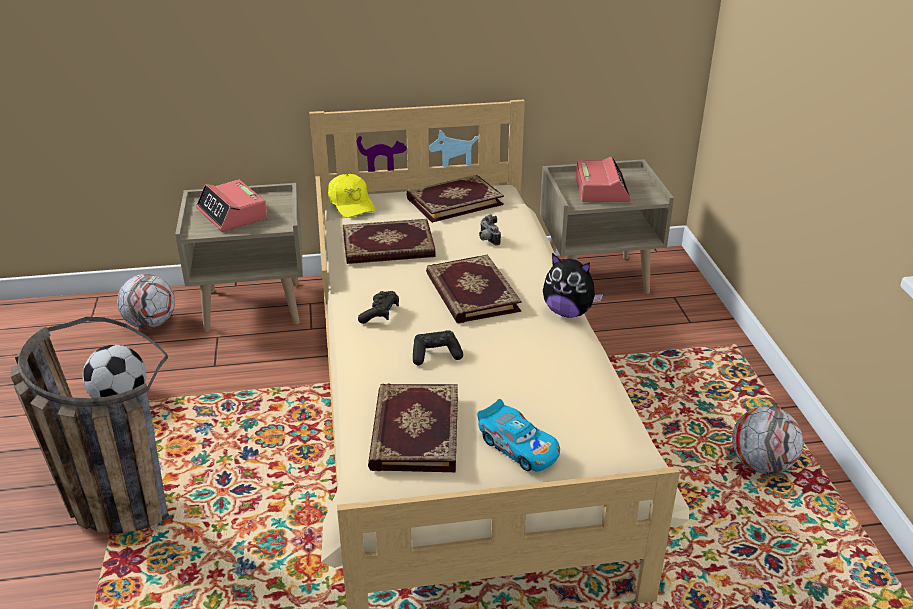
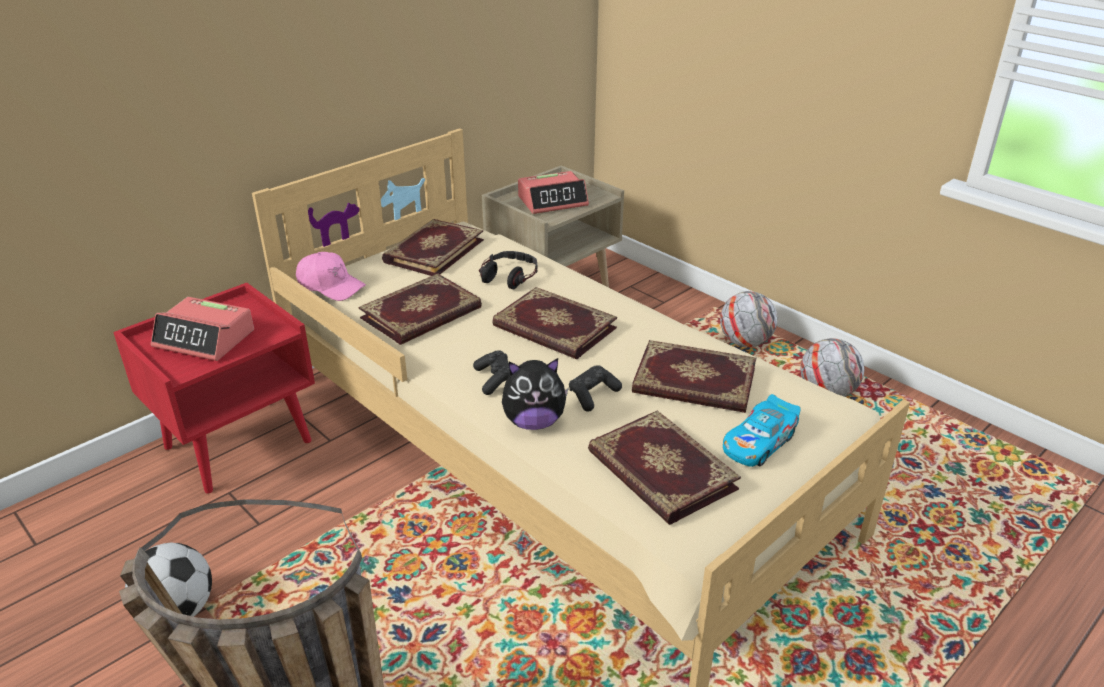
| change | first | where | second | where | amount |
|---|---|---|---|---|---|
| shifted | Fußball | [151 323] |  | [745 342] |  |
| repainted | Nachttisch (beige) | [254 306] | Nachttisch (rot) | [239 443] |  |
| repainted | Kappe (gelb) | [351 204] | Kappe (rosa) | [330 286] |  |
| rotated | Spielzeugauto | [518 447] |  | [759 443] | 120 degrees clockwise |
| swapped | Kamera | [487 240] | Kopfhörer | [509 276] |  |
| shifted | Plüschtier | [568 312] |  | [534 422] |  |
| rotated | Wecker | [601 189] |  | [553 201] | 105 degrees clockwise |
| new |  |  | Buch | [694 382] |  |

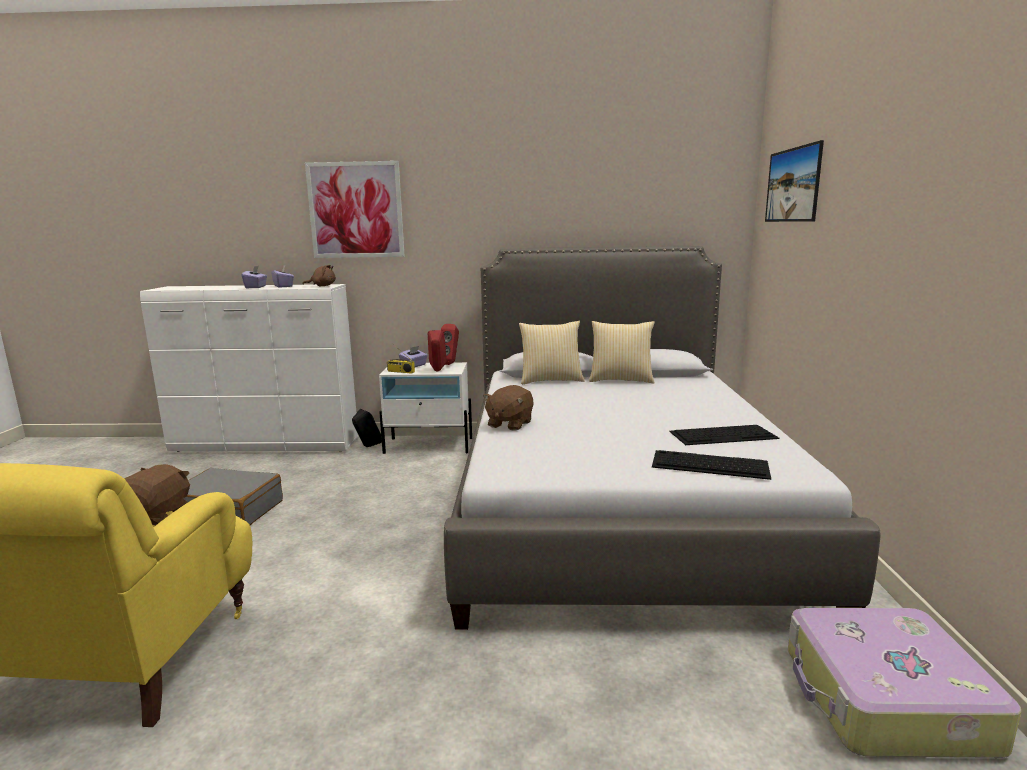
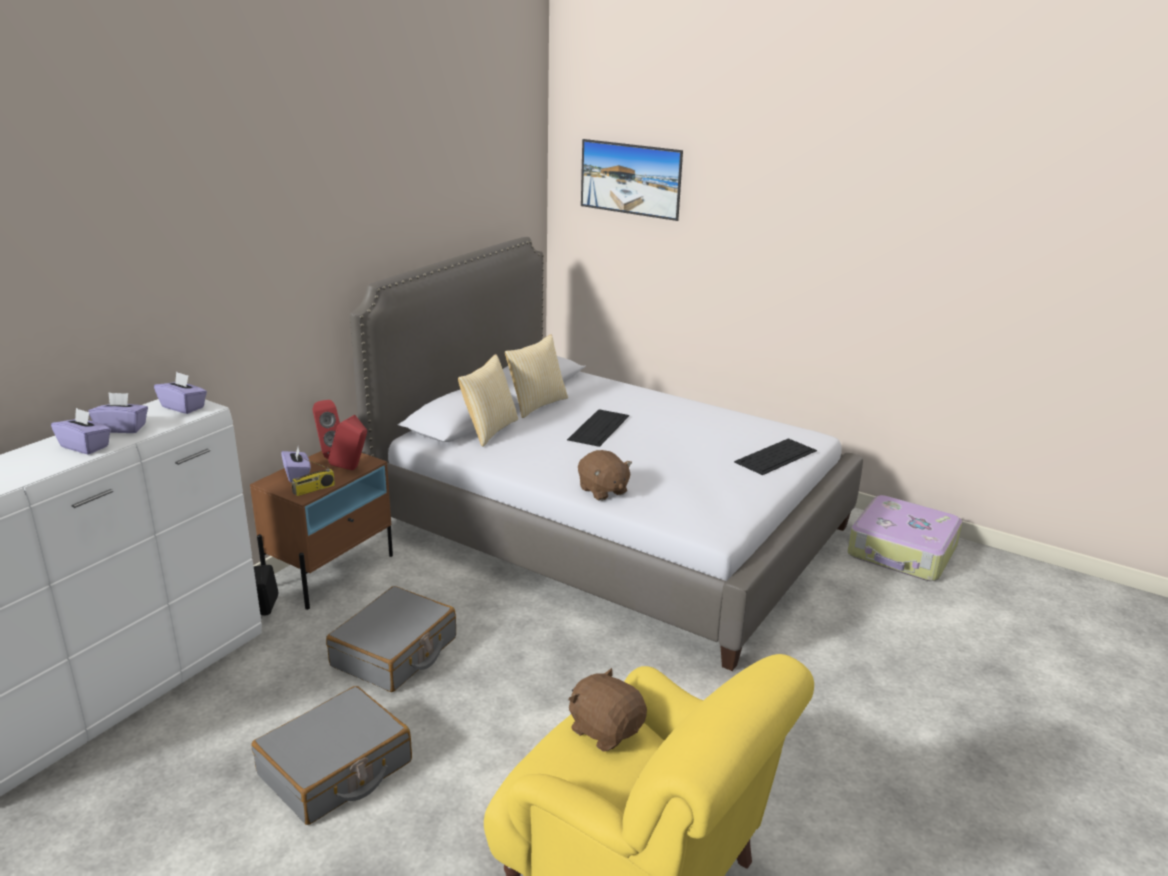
| change | first | where | second | where | amount |
|---|---|---|---|---|---|
| swapped | Plüschtier (braun) | [322 286] | Taschentuchbox (lila) | [183 407] |  |
| gone | Bild | [356 210] |  |  |  |
| repainted | Nachttisch (weiß) | [429 445] | Nachttisch (braun) | [331 571] |  |
| shifted | Tastatur | [723 435] |  | [599 427] |  |
| new |  |  | Koffer (grau) | [395 652] |  |

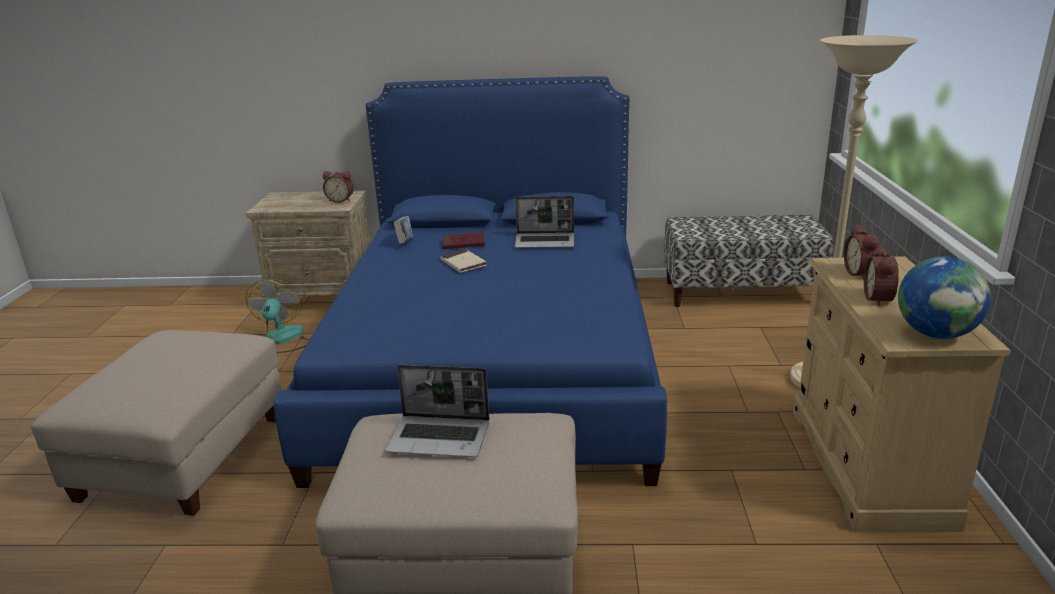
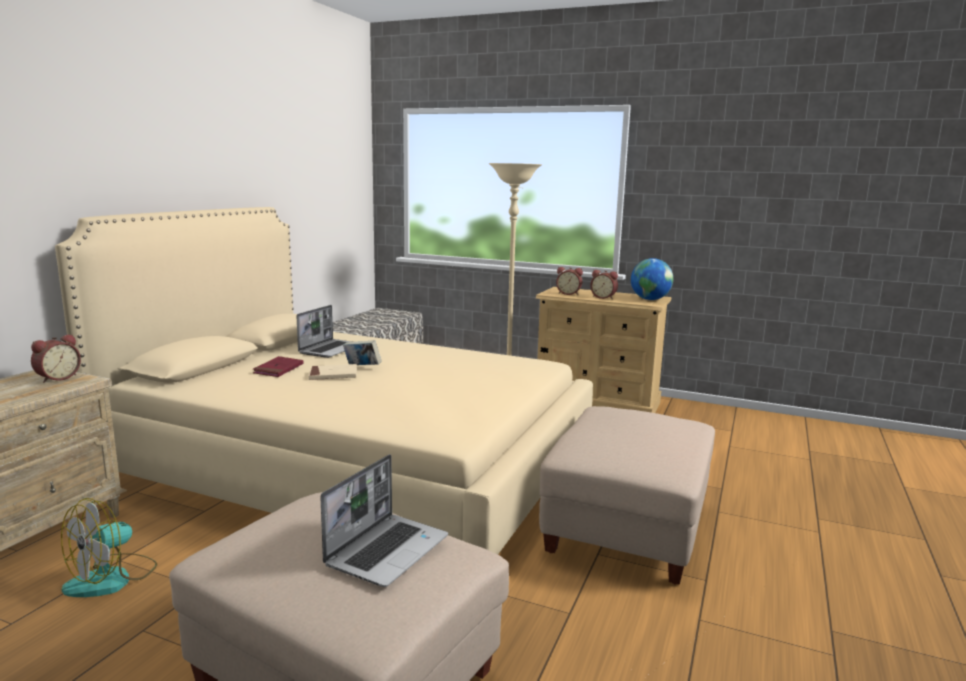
| change | first | where | second | where | amount |
|---|---|---|---|---|---|
| rotated | Ventilator | [282 340] |  | [112 578] | 75 degrees counterclockwise |
| repainted | Bett (blau) | [493 362] | Bett (beige) | [355 468] |  |
| shifted | Laptop | [440 438] |  | [387 550] |  |
| shifted | Buch | [405 242] |  | [362 367] |  |

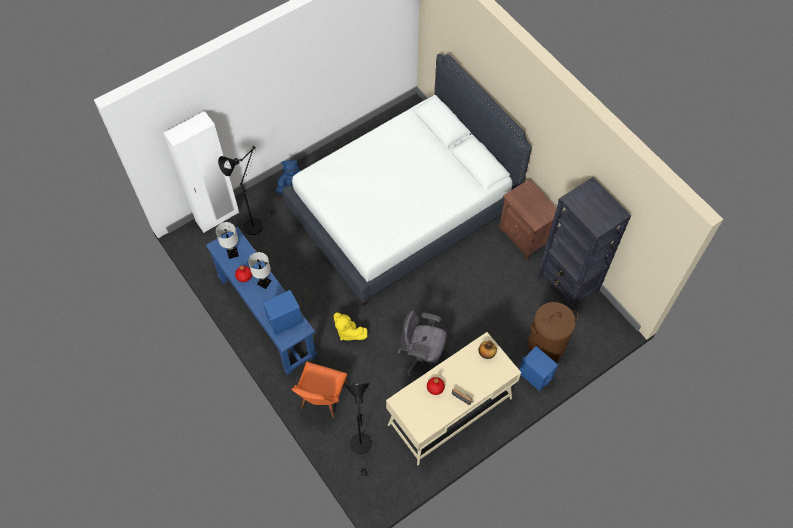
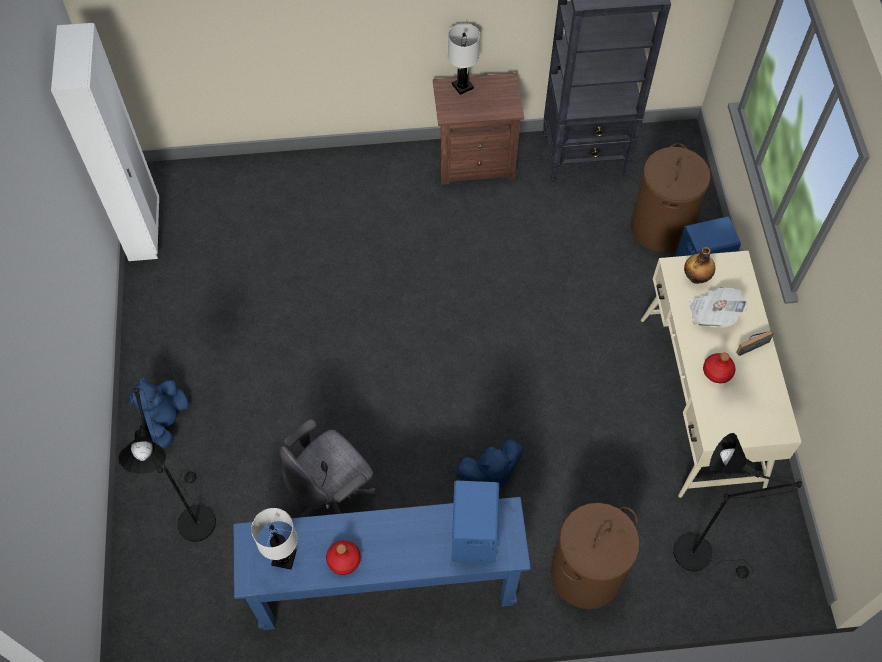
| change | first | where | second | where | amount |
|---|---|---|---|---|---|
| shifted | Kleiderschrank (weiß) | [217 217] |  | [145 230] |  |
| shifted | Tischlampe (weiß) | [264 283] |  | [462 86] |  |
| gone | Bett (weiß) | [403 209] |  |  |  |
| swapped | Stuhl (orange) | [321 400] | Wäschekorb (braun) | [586 574] |  |
| repainted | Plüschtier (gelb) | [348 332] | Plüschtier (blau) | [489 473] |  |
| shifted | Bürostuhl (grau) | [422 358] |  | [332 499] |  |
| new |  |  | Zeitung | [713 314] |  |

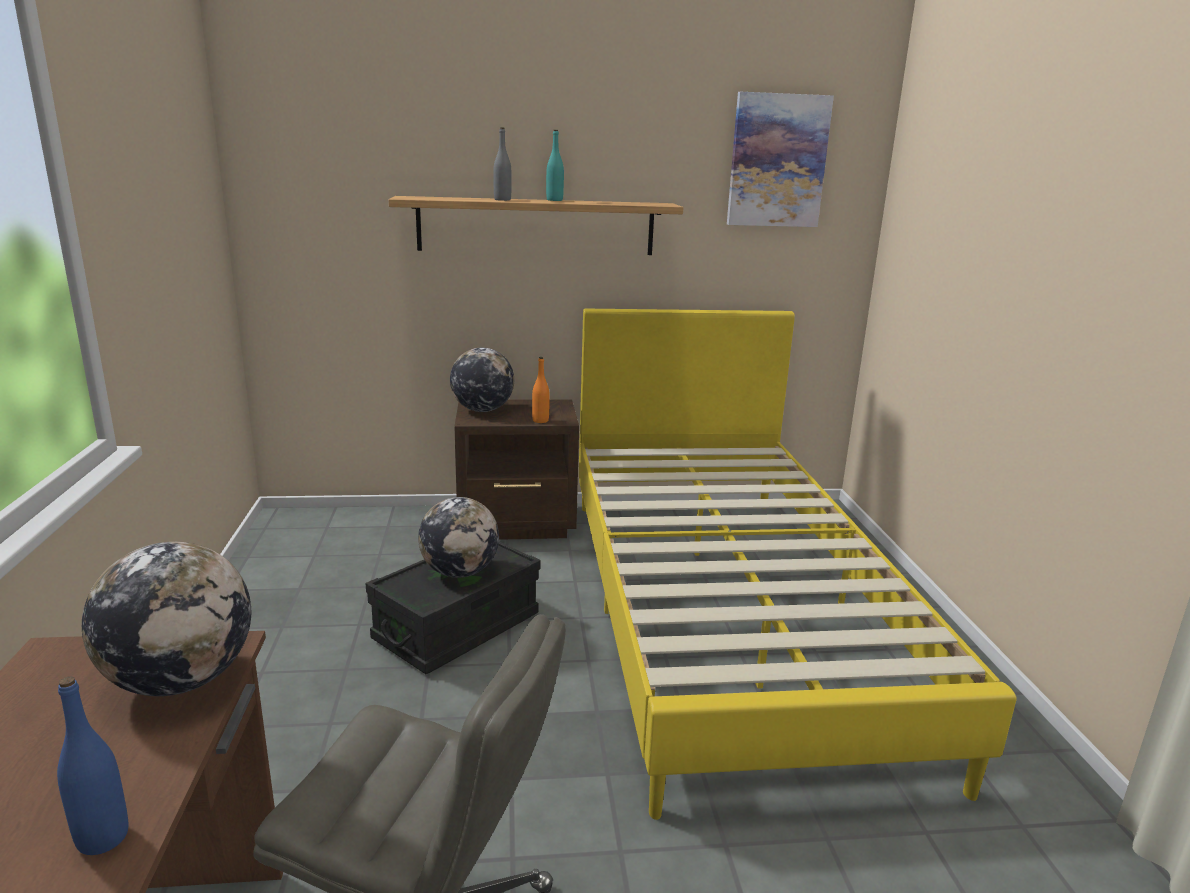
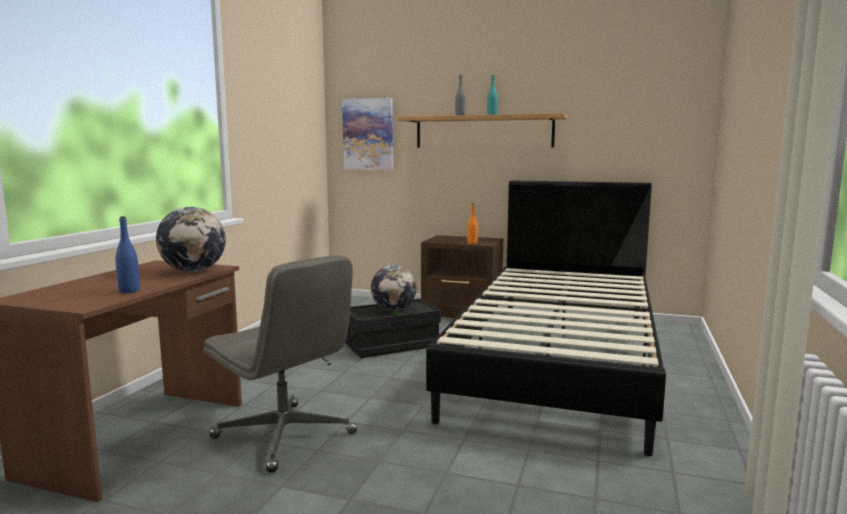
| change | first | where | second | where | amount |
|---|---|---|---|---|---|
| gone | Globus | [482 410] |  |  |  |
| repainted | Bett (gelb) | [725 612] | Bett (schwarz) | [558 360] |  |
| shifted | Bild | [777 161] |  | [368 134] |  |

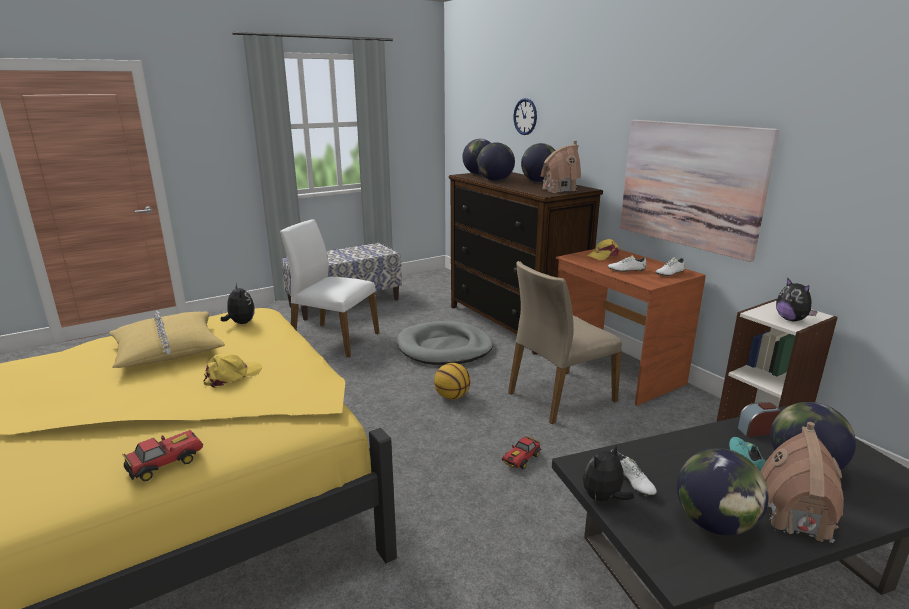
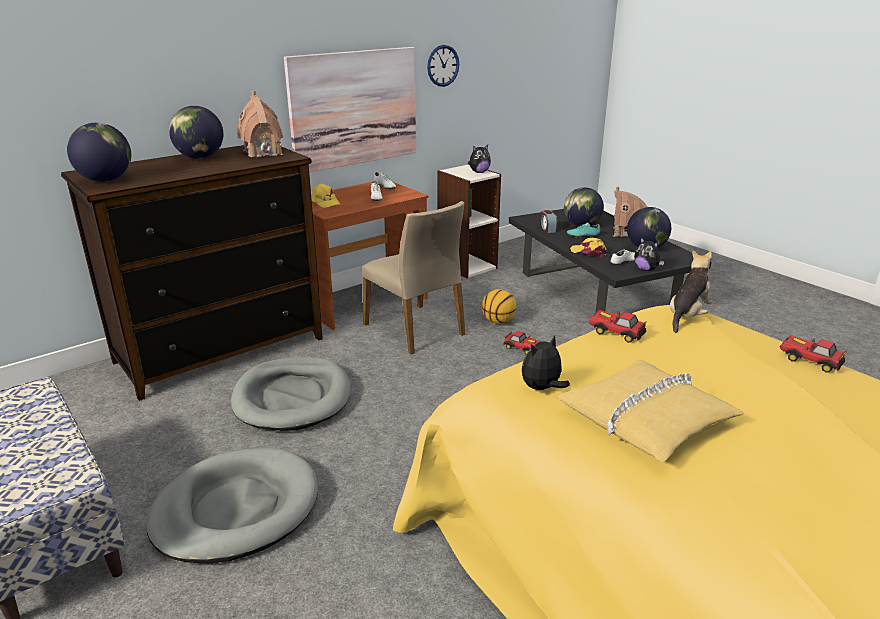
| change | first | where | second | where | amount |
|---|---|---|---|---|---|
| shifted | Kappe (gelb) | [231 376] |  | [589 252] |  |
| swapped | Stuhl (weiß) | [334 339] | Hundebett (grau) | [236 509] |  |
| shifted | Basketball | [452 396] |  | [498 321] |  |
| gone | Globus | [495 180] |  |  |  |
| shifted | Wanduhr | [525 116] |  | [443 65] |  |
| new |  |  | Spielzeugauto | [615 332] |  |
| new |  |  | Plüschtier | [687 316] |  |

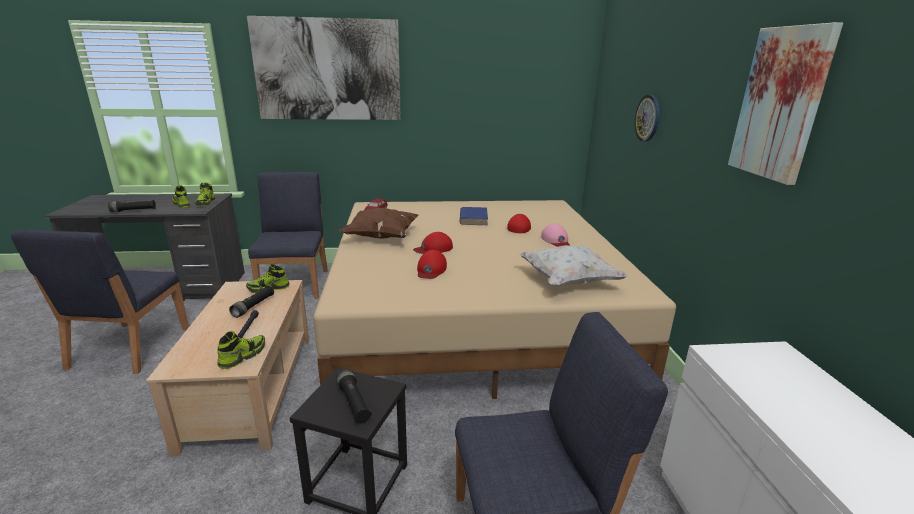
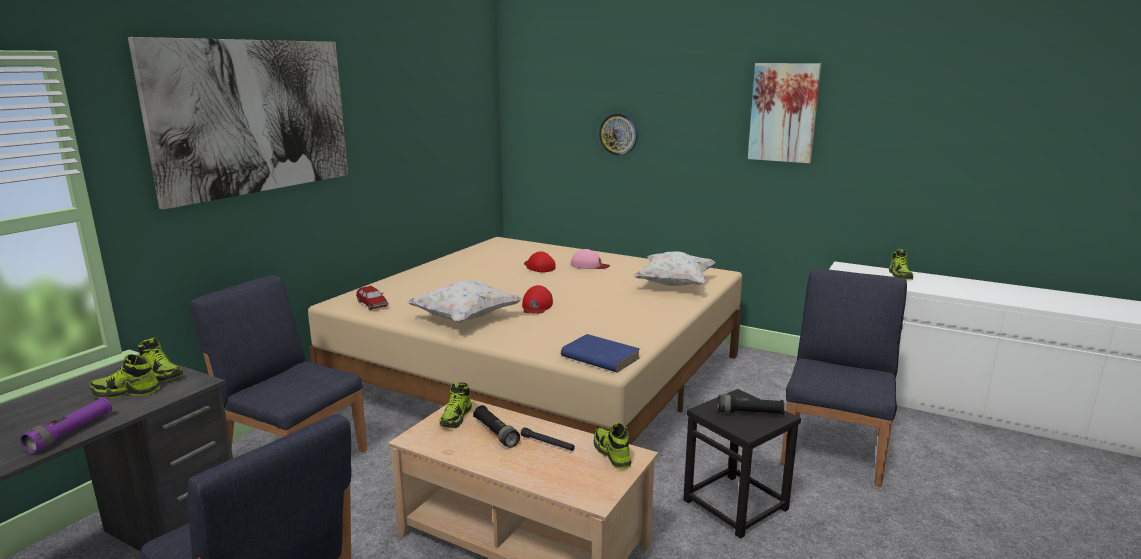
| change | first | where | second | where | amount |
|---|---|---|---|---|---|
| repainted | Taschenlampe (schwarz) | [133 210] | Taschenlampe (lila) | [71 433] |  |
| repainted | Kissen (braun) | [381 237] | Kissen (weiß) | [465 318] |  |
| gone | Kappe (rot) | [431 270] |  |  |  |
| shifted | Buch (blau) | [473 218] |  | [599 357] |  |
| new |  |  | Schuh | [900 275] |  |

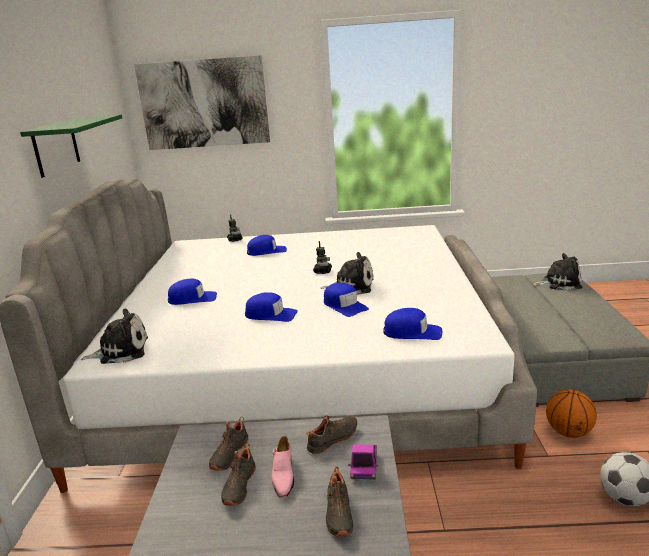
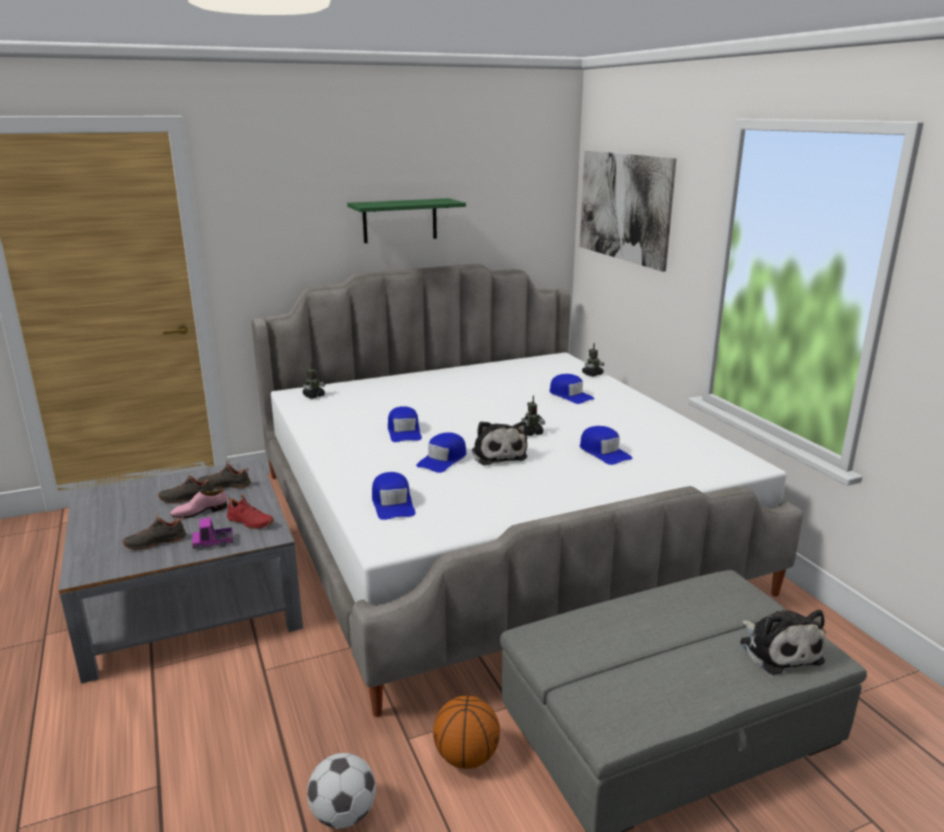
| change | first | where | second | where | amount |
|---|---|---|---|---|---|
| swapped | Plüschtier | [121 351] | Spielzeugroboter | [314 396] |  |
| shifted | Kappe (blau) | [193 298] |  | [604 452] |  |
| repainted | Schuh (schwarz) | [333 440] | Schuh (rot) | [249 523] |  |

